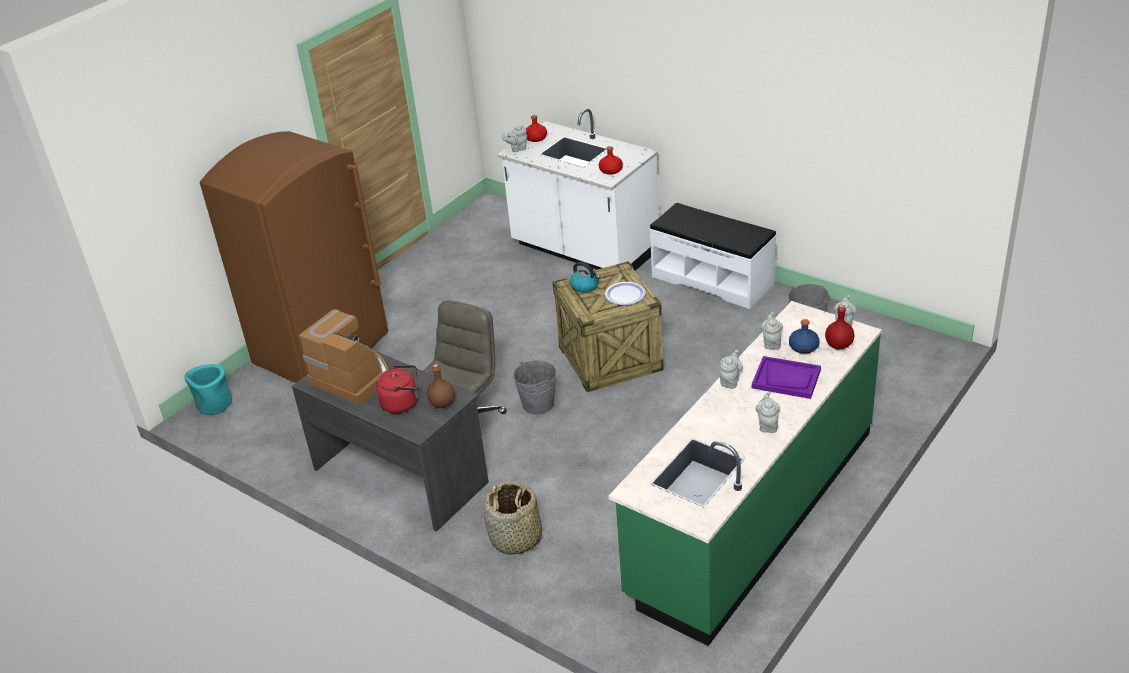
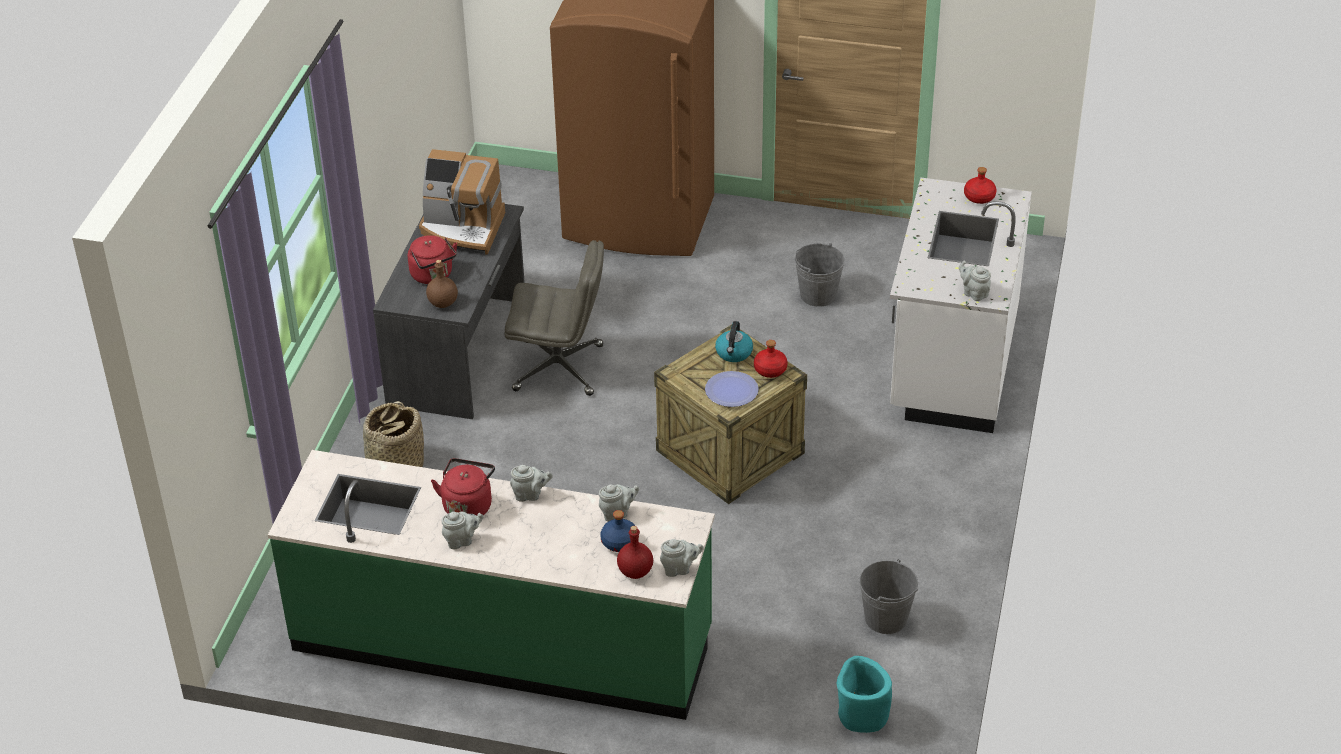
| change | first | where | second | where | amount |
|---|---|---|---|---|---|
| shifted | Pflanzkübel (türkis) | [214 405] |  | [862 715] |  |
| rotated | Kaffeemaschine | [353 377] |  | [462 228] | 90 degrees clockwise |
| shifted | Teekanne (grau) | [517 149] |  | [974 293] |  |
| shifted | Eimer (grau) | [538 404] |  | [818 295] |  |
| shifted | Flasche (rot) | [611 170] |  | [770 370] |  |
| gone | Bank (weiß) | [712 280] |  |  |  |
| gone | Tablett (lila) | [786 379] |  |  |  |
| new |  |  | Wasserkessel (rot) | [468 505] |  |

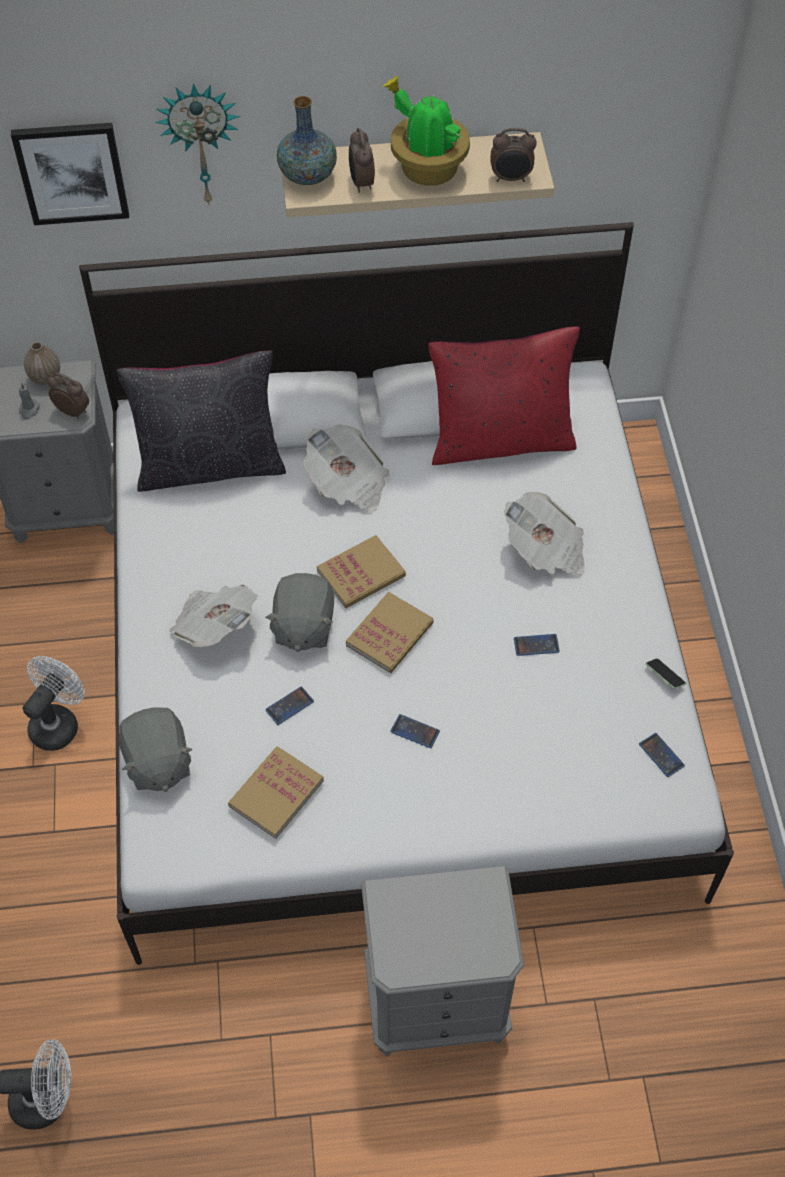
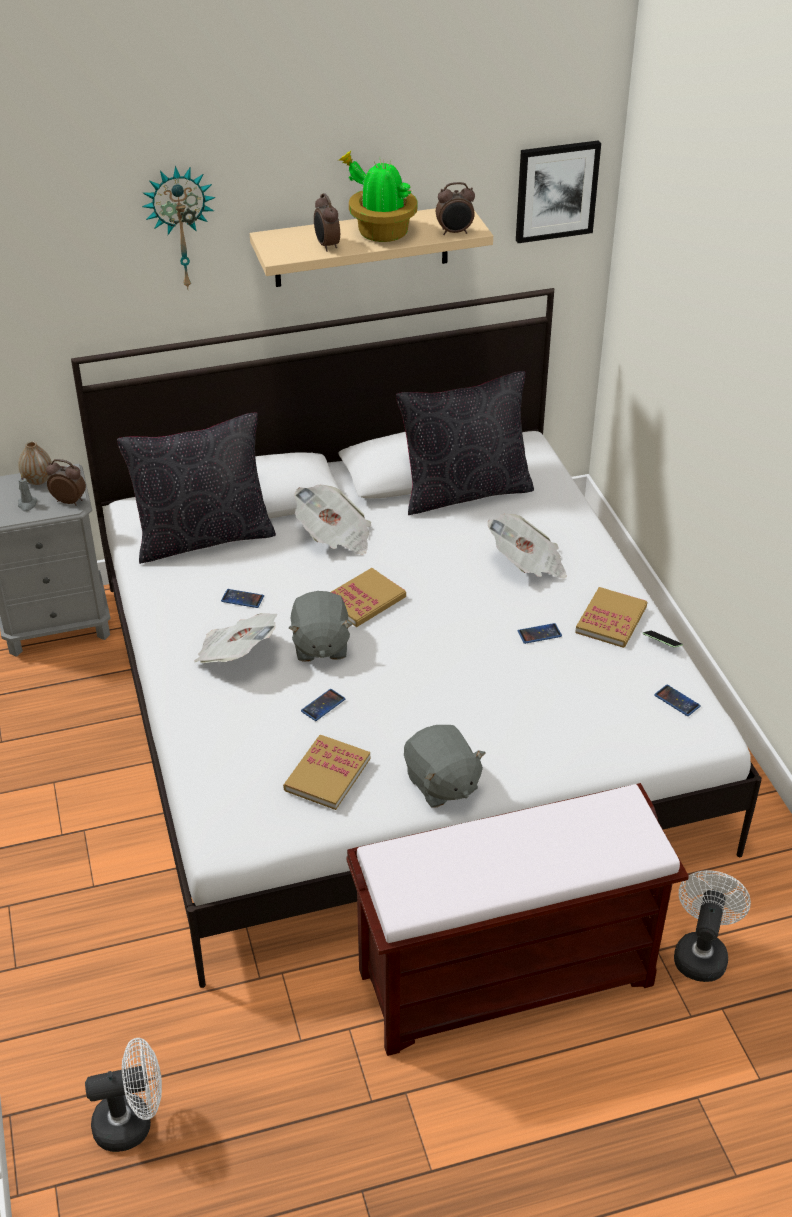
| change | first | where | second | where | amount |
|---|---|---|---|---|---|
| shifted | Bild | [72 172] |  | [556 191] |  |
| shifted | Ventilator (weiß) | [58 723] |  | [701 952] |  |
| shifted | Plüschtier (grau) | [157 763] |  | [441 784] |  |
| gone | Vase | [307 176] |  |  |  |
| shifted | Buch | [389 634] |  | [611 620] |  |
| swapped | Nachttisch (grau) | [437 1002] | Bank (braun) | [508 976] |  |
| shifted | Handy | [415 731] |  | [242 599] |  |
| repainted | Kissen (rot) | [500 440] | Kissen (schwarz) | [464 491] |  |

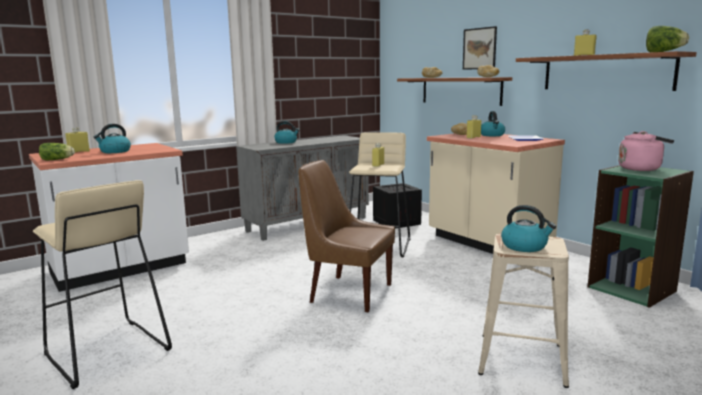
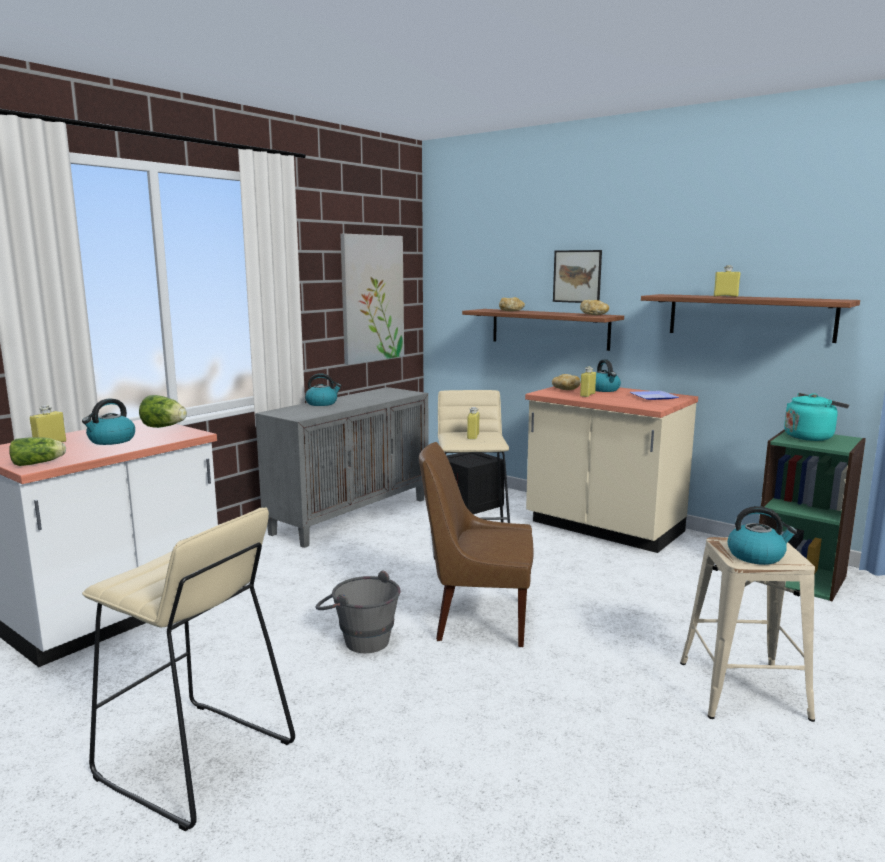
| change | first | where | second | where | amount |
|---|---|---|---|---|---|
| repainted | Wasserkessel (rosa) | [641 169] | Wasserkessel (türkis) | [810 437] |  |
| shifted | Salatkopf | [663 52] |  | [164 427] |  |
| new |  |  | Eimer (grau) | [359 639] |  |
| new |  |  | Bild | [372 298] |  |

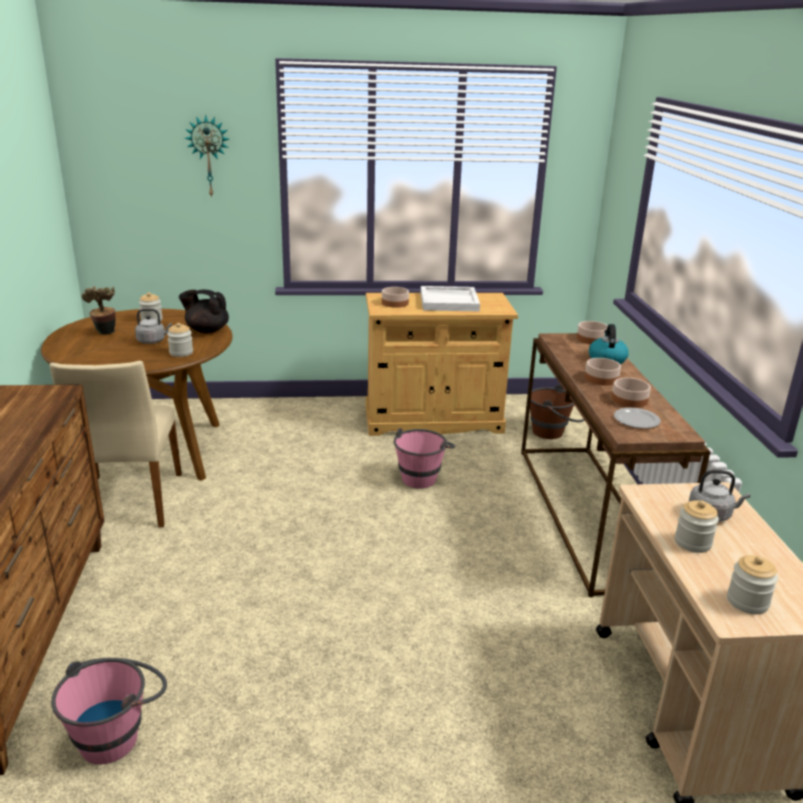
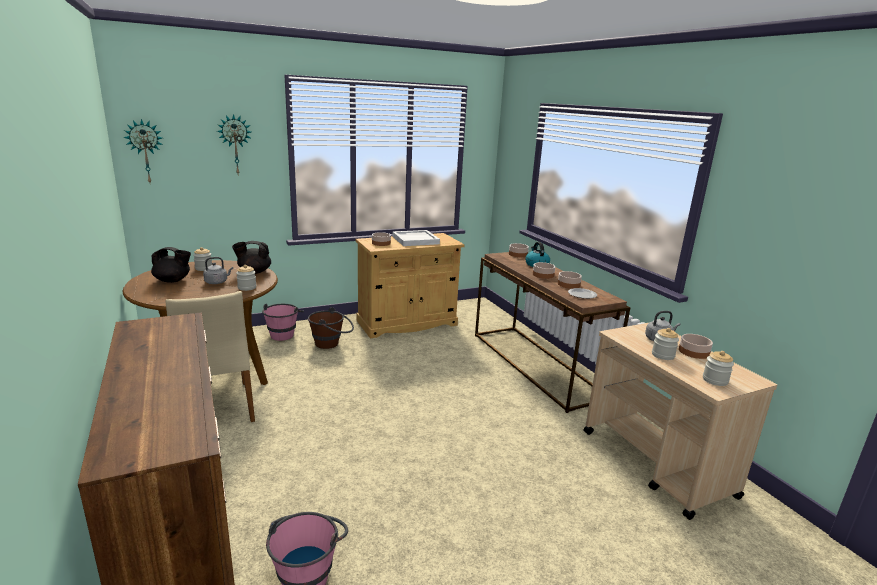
| change | first | where | second | where | amount |
|---|---|---|---|---|---|
| swapped | Topfpflanze | [105 333] | Teekanne (schwarz) | [173 280] |  |
| shifted | Eimer (rosa) | [422 476] |  | [284 333] |  |
| shifted | Eimer (braun) | [554 433] |  | [331 344] |  |
| new |  |  | Wanduhr | [145 152] |  |
| new |  |  | Schüssel | [694 352] |  |

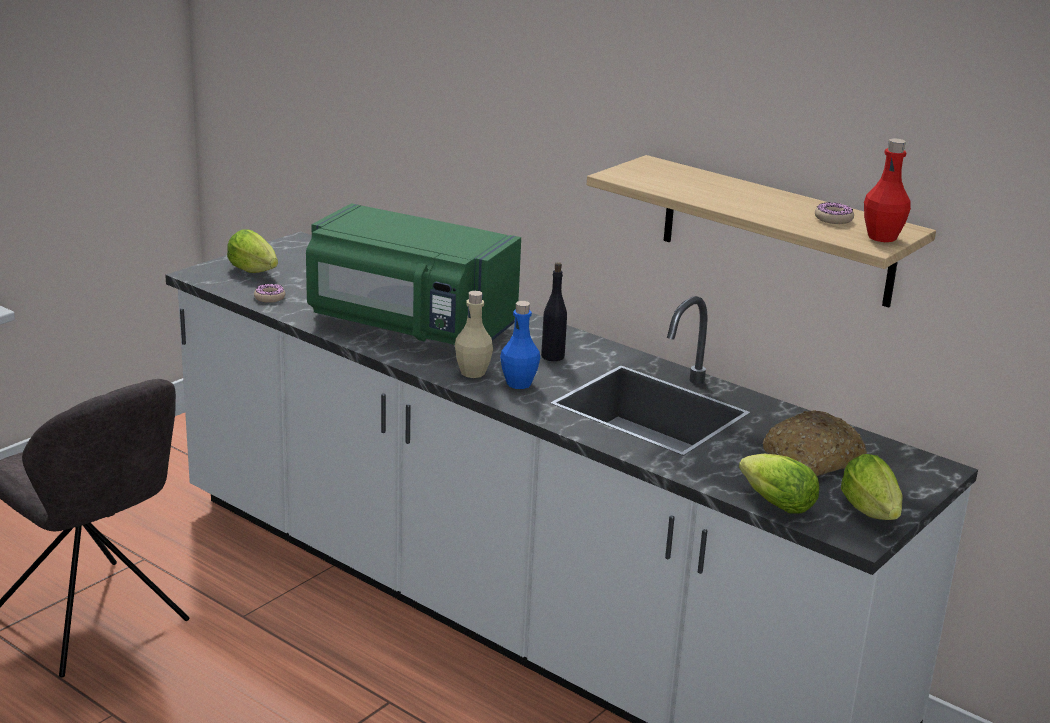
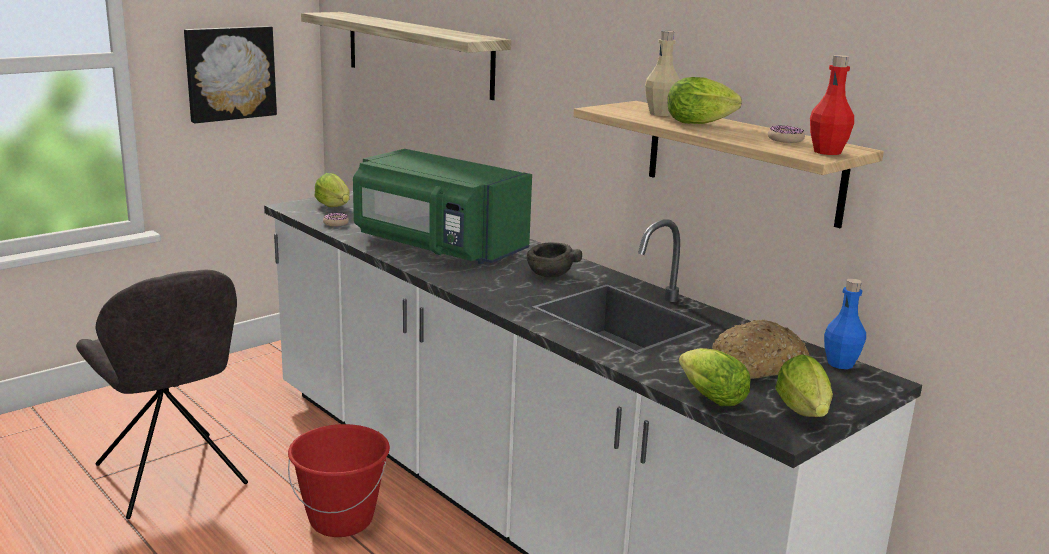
| change | first | where | second | where | amount |
|---|---|---|---|---|---|
| shifted | Flasche (beige) | [473 373] |  | [660 113] |  |
| shifted | Flasche (blau) | [519 383] |  | [840 364] |  |
| swapped | Flasche (schwarz) | [553 356] | Schüssel (grau) | [550 274] |  |
| new |  |  | Bild | [229 73] |  |
| new |  |  | Eimer (rot) | [341 520] |  |
| new |  |  | Wandregal | [417 53] |  |
| new |  |  | Salatkopf | [702 123] |  |

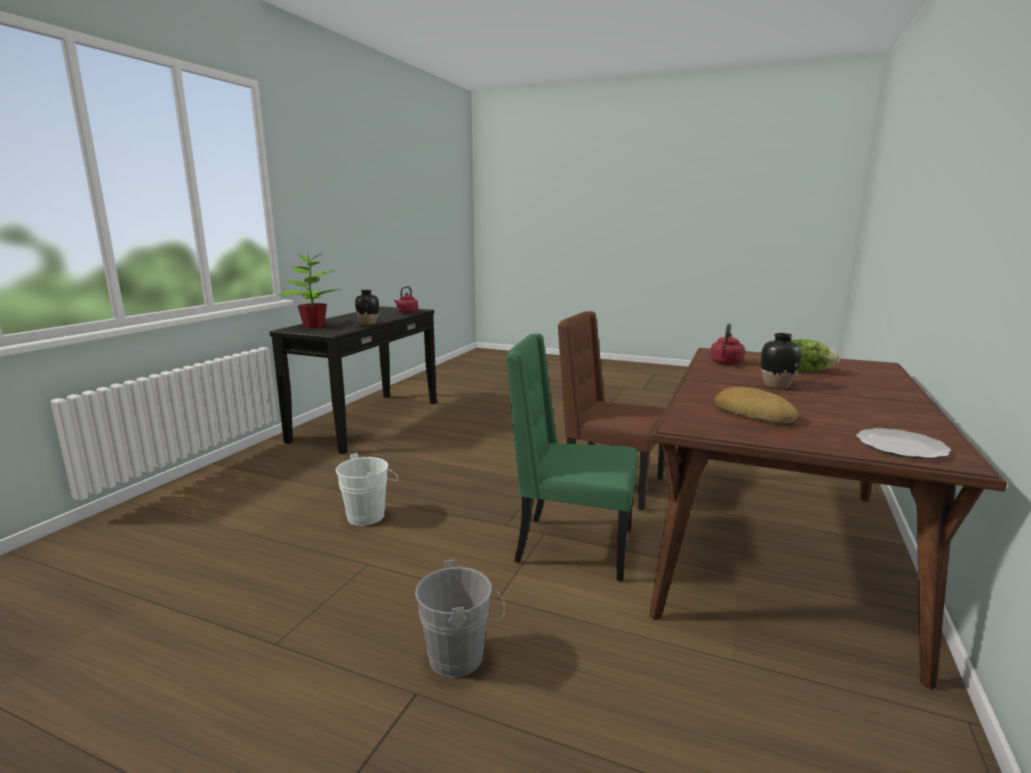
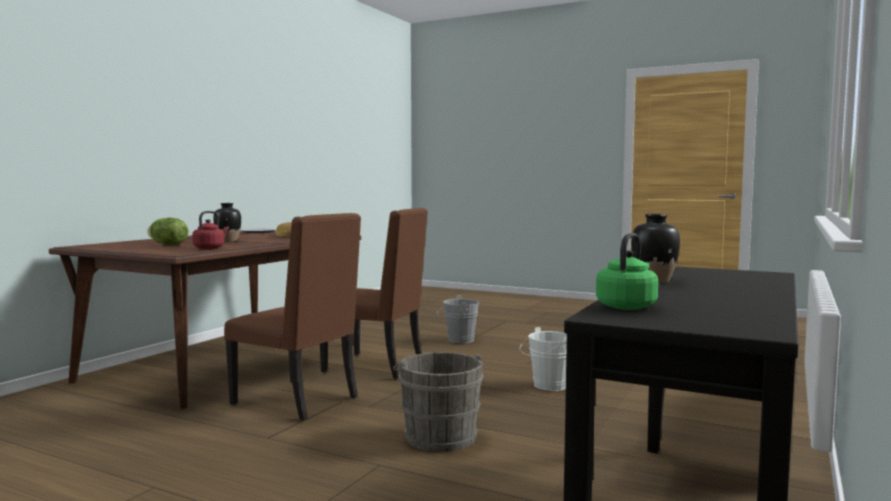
| change | first | where | second | where | amount |
|---|---|---|---|---|---|
| gone | Topfpflanze | [313 326] |  |  |  |
| repainted | Wasserkessel (rot) | [406 312] | Wasserkessel (grün) | [627 306] |  |
| repainted | Stuhl (grün) | [571 546] | Stuhl (braun) | [376 366] |  |
| new |  |  | Eimer (grau) | [439 436] |  |

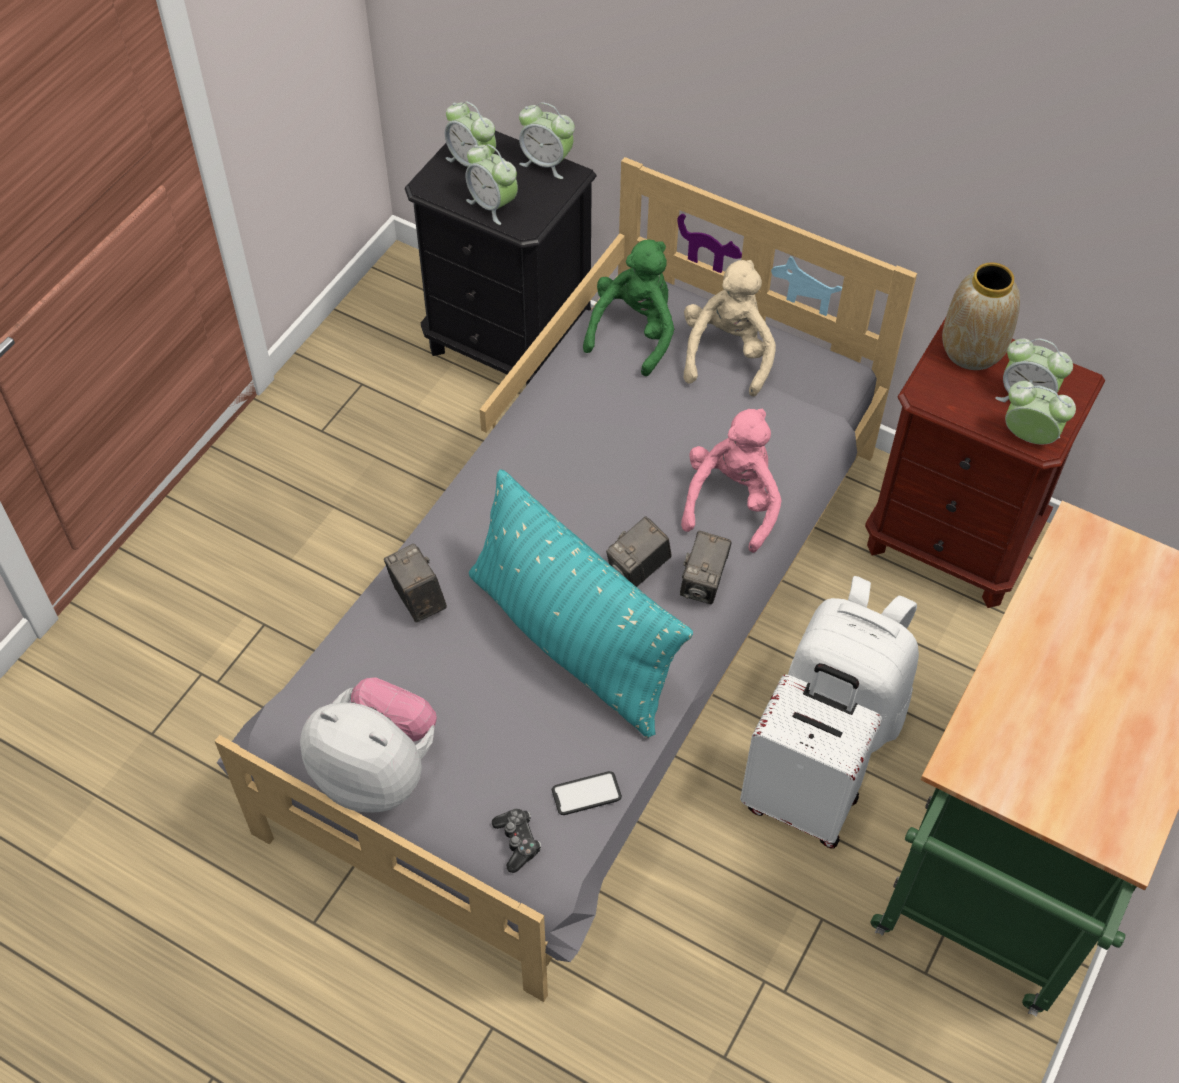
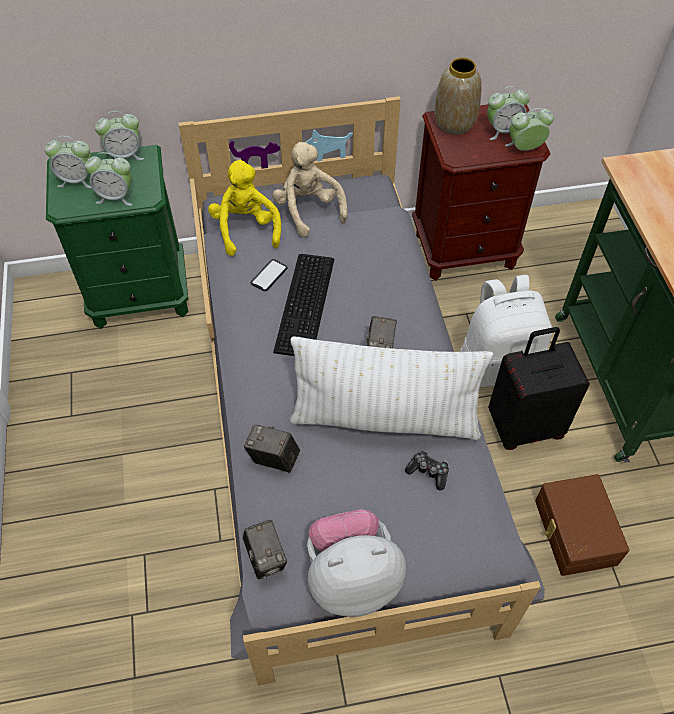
| change | first | where | second | where | amount |
|---|---|---|---|---|---|
| repainted | Nachttisch (schwarz) | [507 345] | Nachttisch (grün) | [140 295] |  |
| repainted | Kissen (türkis) | [572 641] | Kissen (weiß) | [385 418] |  |
| shifted | Gamepad | [517 842] |  | [428 472] |  |
| shifted | Handy | [586 794] |  | [269 275] |  |
| repainted | Plüschtier (grün) | [634 332] | Plüschtier (gelb) | [246 229] |  |
| shifted | Kamera | [703 584] |  | [266 558] |  |
| gone | Plüschtier (rosa) | [732 502] |  |  |  |
| repainted | Koffer (weiß) | [801 800] | Koffer (schwarz) | [524 425] |  |
| new |  |  | Tastatur | [307 303] |  |
| new |  |  | Aufbewahrungsbox (braun) | [573 532] |  |

